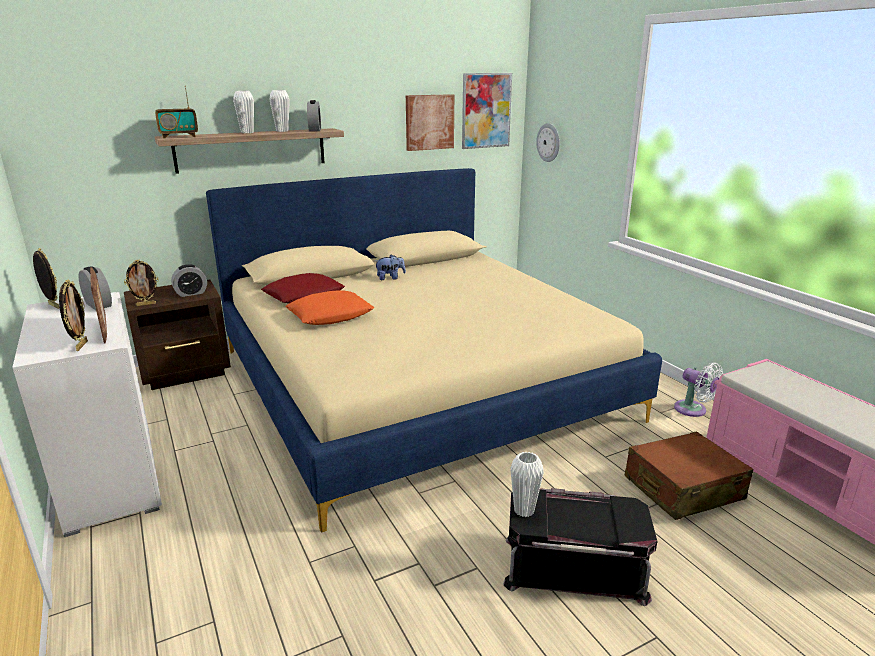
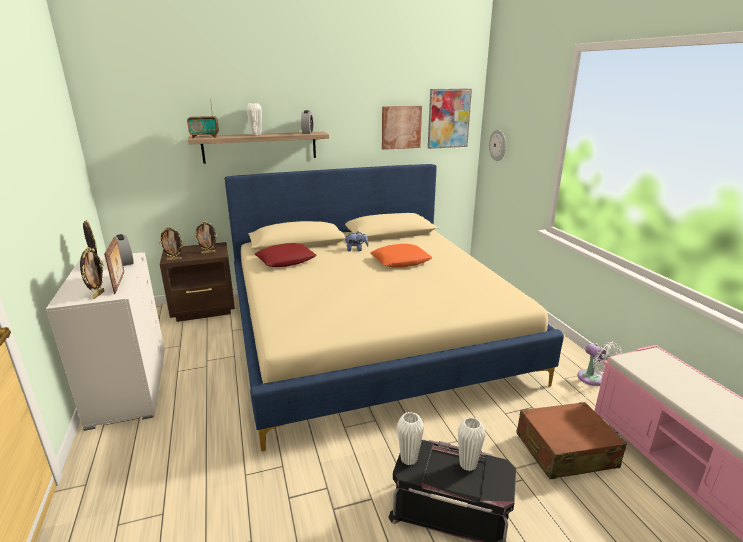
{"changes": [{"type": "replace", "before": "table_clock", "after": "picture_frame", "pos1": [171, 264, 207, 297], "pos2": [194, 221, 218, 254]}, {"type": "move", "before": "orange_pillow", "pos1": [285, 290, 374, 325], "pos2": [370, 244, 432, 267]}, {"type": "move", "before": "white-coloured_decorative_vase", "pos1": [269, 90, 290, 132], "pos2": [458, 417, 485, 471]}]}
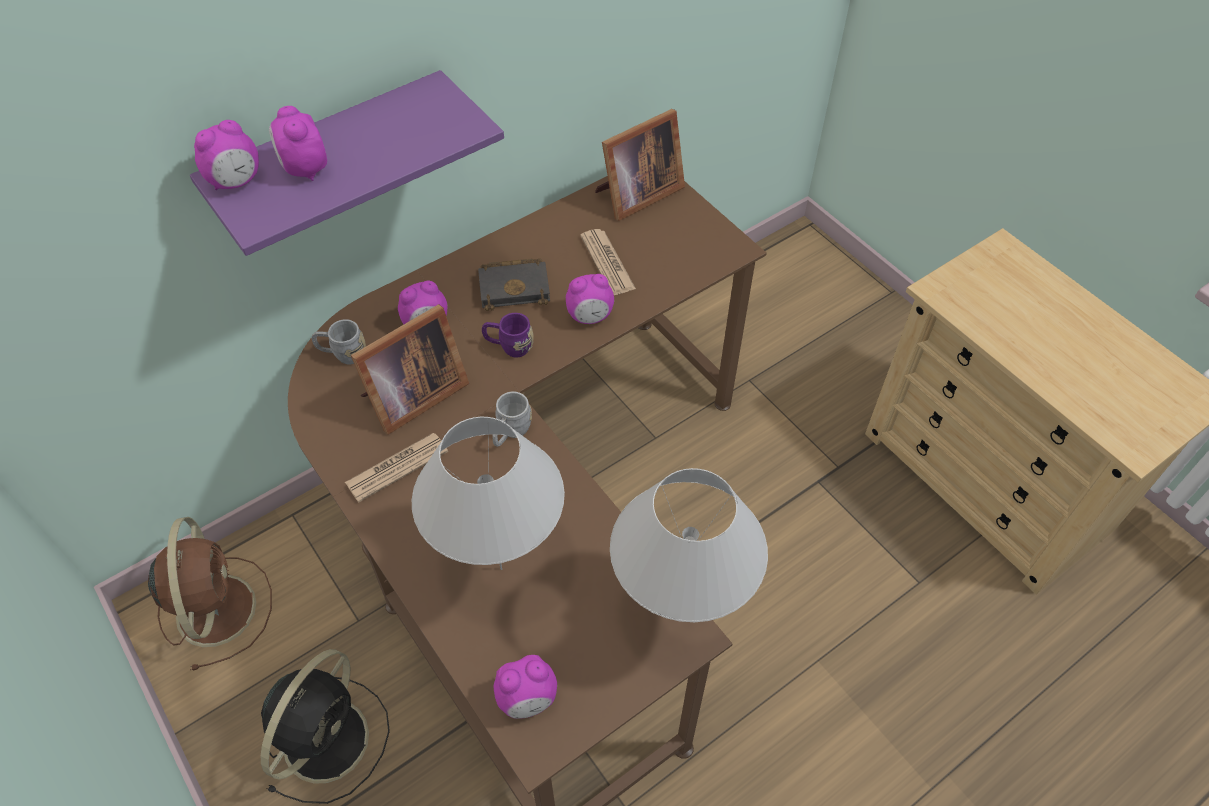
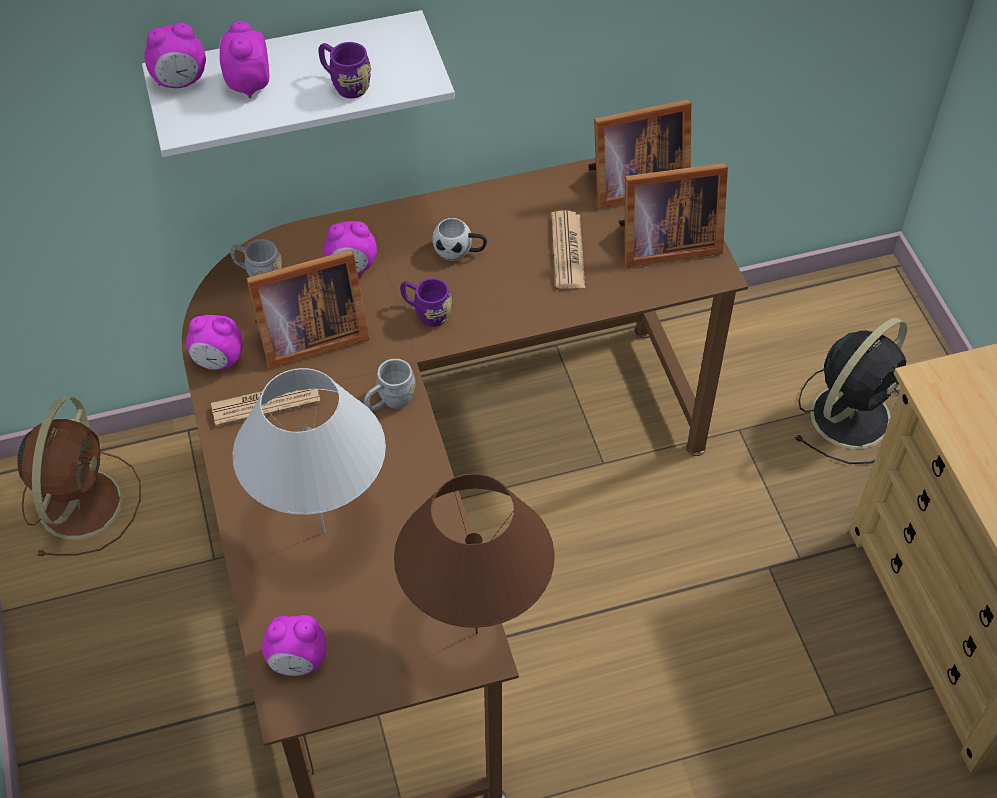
{"changes": [{"type": "recolor", "before": "purplish_shelf", "after": "white-coloured_shelf", "pos1": [190, 70, 504, 256], "pos2": [142, 10, 455, 157]}, {"type": "move", "before": "table_clock", "pos1": [566, 274, 614, 324], "pos2": [186, 315, 243, 370]}, {"type": "insert", "after": "purplish_tea_mug", "pos2": [318, 42, 371, 99]}, {"type": "recolor", "before": "white-coloured_tabletop_lamp", "after": "brownish_tabletop_lamp", "pos1": [610, 468, 768, 622], "pos2": [394, 473, 555, 634]}, {"type": "replace", "before": "black-coloured_bound_book", "after": "white-coloured_tea_mug", "pos1": [478, 258, 550, 311], "pos2": [432, 218, 487, 261]}, {"type": "insert", "after": "picture_frame", "pos2": [619, 163, 728, 267]}, {"type": "move", "before": "black-coloured_electric_fan", "pos1": [261, 649, 390, 804], "pos2": [794, 317, 907, 464]}]}
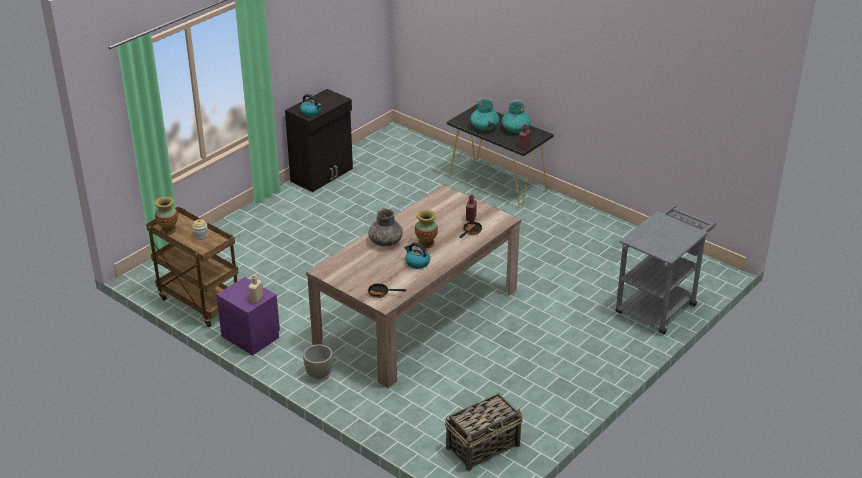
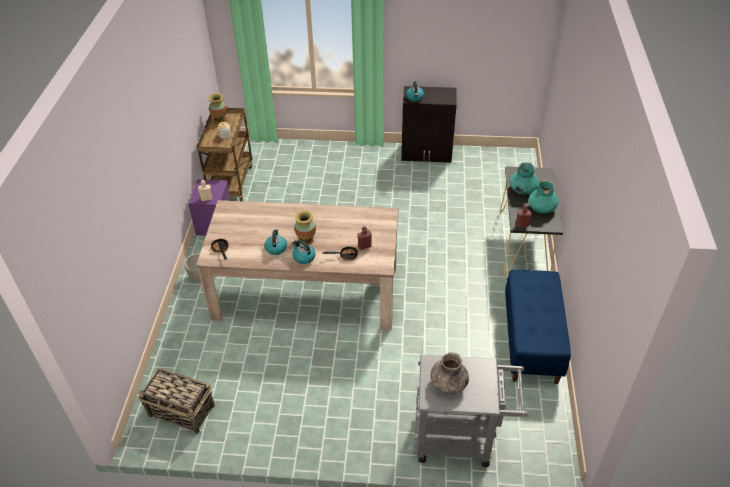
{"changes": [{"type": "insert", "after": "tea_kettle", "pos2": [292, 240, 316, 264]}, {"type": "move", "before": "gray_decorative_vase", "pos1": [368, 208, 403, 247], "pos2": [430, 352, 469, 394]}, {"type": "insert", "after": "blue_long_seat", "pos2": [505, 270, 571, 384]}]}
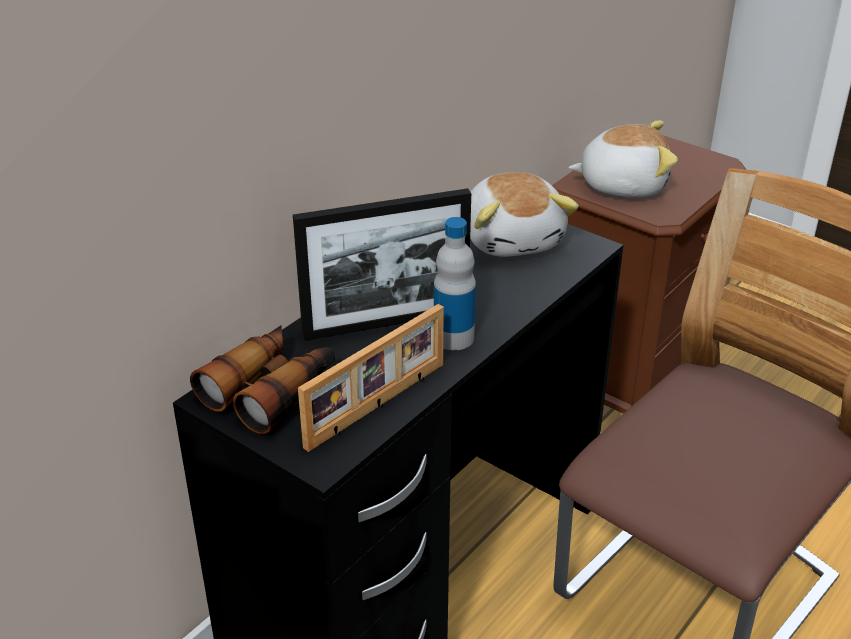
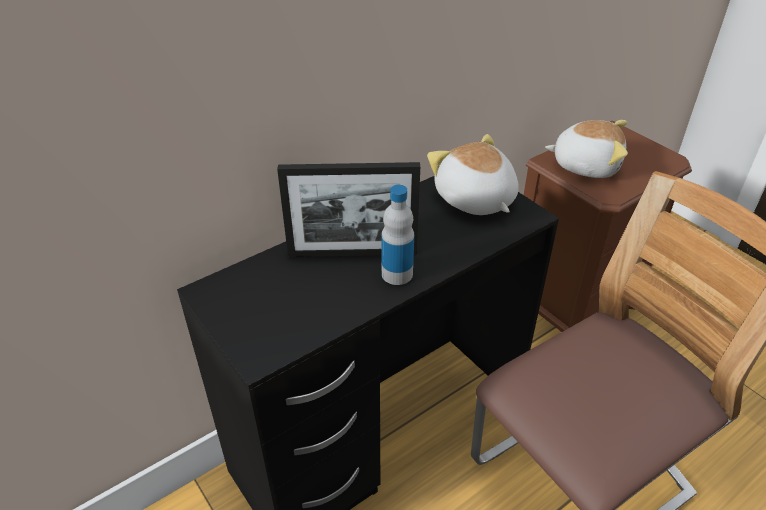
{"changes": [{"type": "rotate", "before": "soft_toy", "pos1": [470, 172, 579, 257], "pos2": [427, 134, 519, 215], "turn": 150}, {"type": "delete", "before": "pair_of_binoculars", "pos1": [190, 326, 335, 434]}, {"type": "delete", "before": "picture_frame", "pos1": [298, 304, 444, 452]}]}
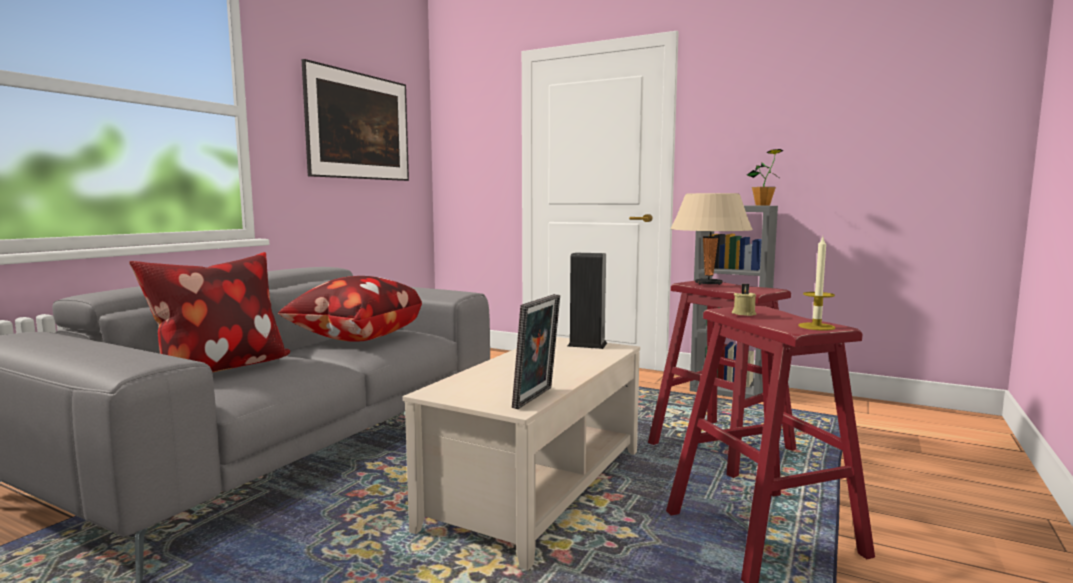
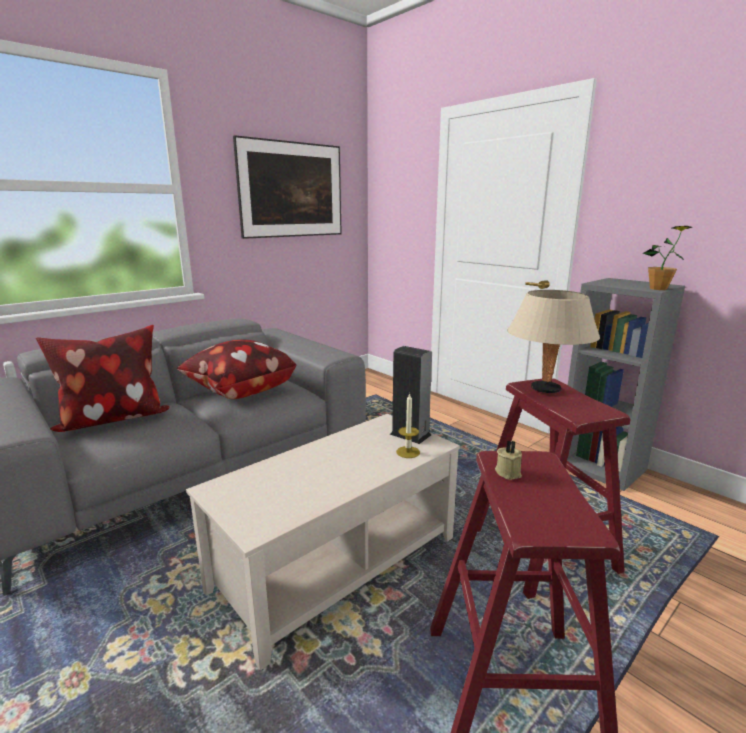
{"changes": [{"type": "move", "before": "candle", "pos1": [799, 237, 835, 330], "pos2": [396, 393, 420, 458]}, {"type": "delete", "before": "picture_frame", "pos1": [512, 294, 560, 409]}]}
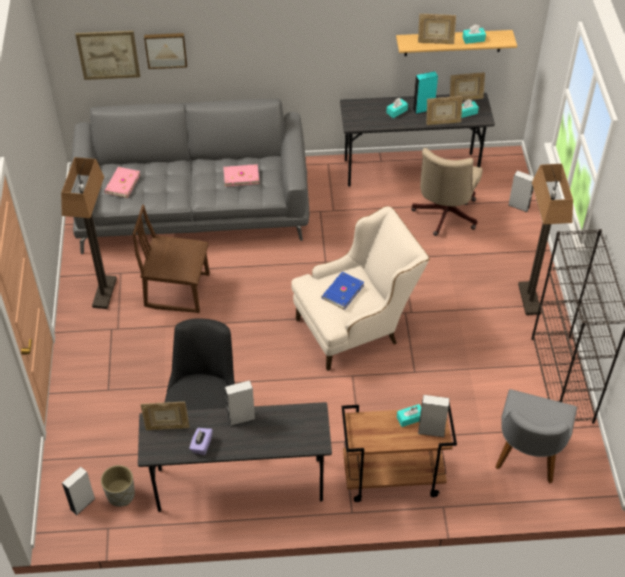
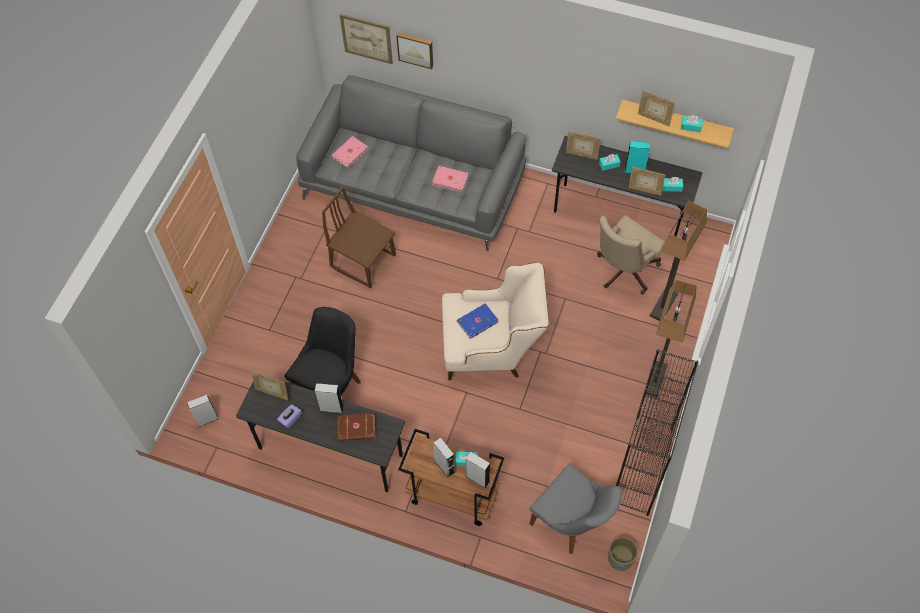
{"changes": [{"type": "insert", "after": "brownish_bound_book", "pos2": [338, 413, 375, 441]}, {"type": "move", "before": "gray_loudspeaker", "pos1": [508, 171, 534, 212], "pos2": [433, 438, 455, 478]}, {"type": "rotate", "before": "gray_plain_chair", "pos1": [495, 389, 577, 483], "pos2": [530, 463, 622, 554], "turn": -90}, {"type": "move", "before": "picture_frame", "pos1": [450, 72, 485, 101], "pos2": [566, 131, 600, 160]}, {"type": "move", "before": "gray_flower_pot", "pos1": [101, 465, 135, 507], "pos2": [608, 537, 638, 571]}, {"type": "move", "before": "standard_lamp", "pos1": [61, 157, 117, 309], "pos2": [650, 201, 707, 321]}]}
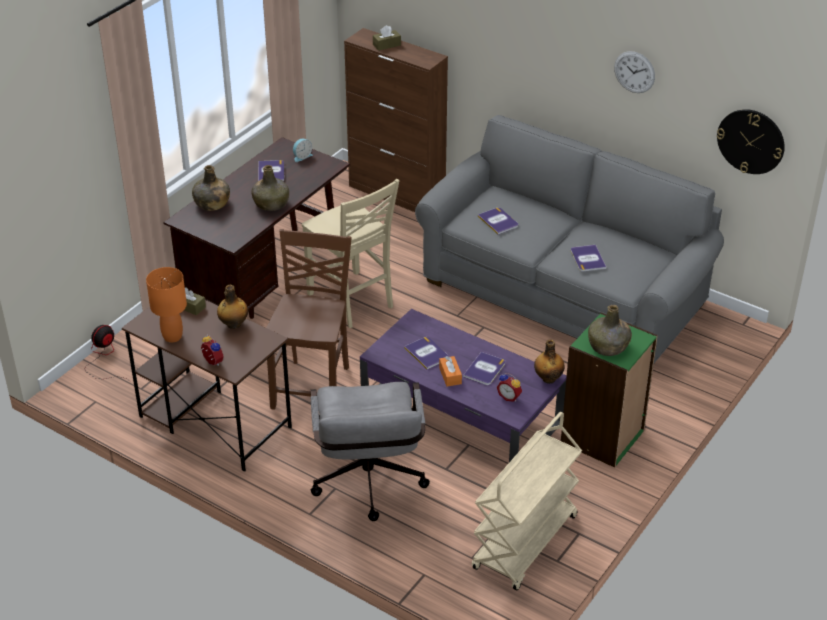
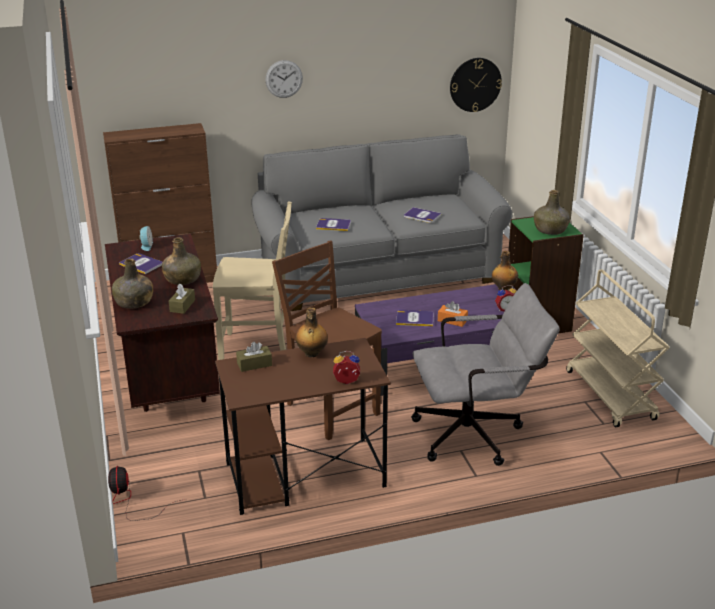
{"changes": [{"type": "move", "before": "brownish_tissue_holder", "pos1": [373, 25, 401, 51], "pos2": [169, 284, 195, 314]}, {"type": "move", "before": "wall_clock", "pos1": [614, 51, 655, 93], "pos2": [265, 60, 303, 98]}, {"type": "rotate", "before": "gray_computer_chair", "pos1": [310, 382, 430, 521], "pos2": [411, 283, 560, 466], "turn": -45}, {"type": "delete", "before": "orange_tabletop_lamp", "pos1": [146, 267, 187, 343]}, {"type": "delete", "before": "bound_book", "pos1": [463, 352, 505, 385]}]}
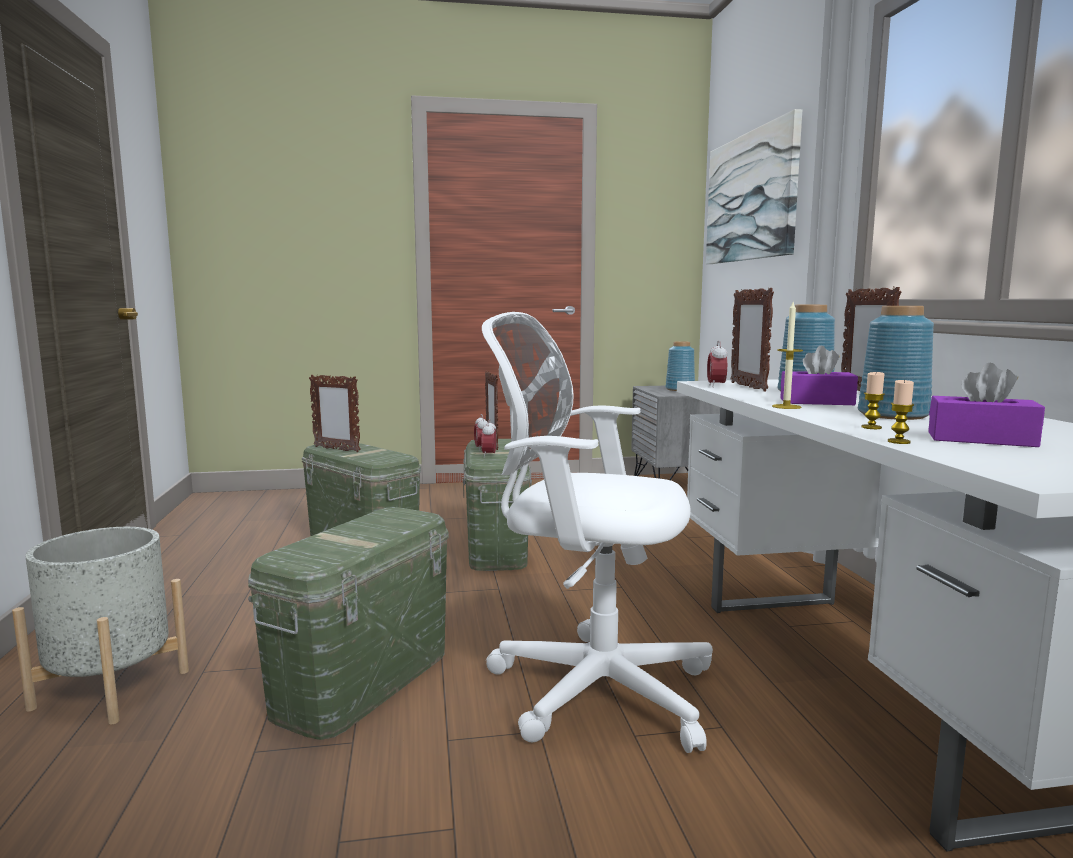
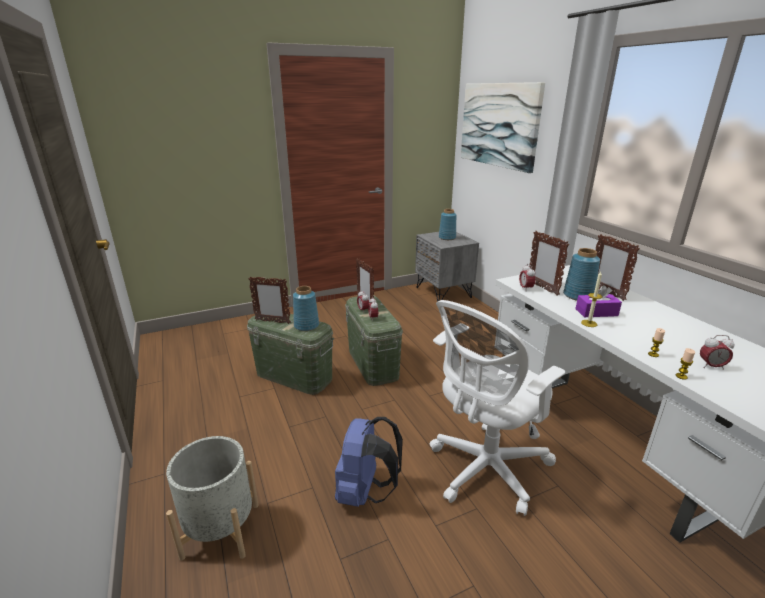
{"changes": [{"type": "move", "before": "blue_decorative_vase", "pos1": [858, 306, 934, 420], "pos2": [293, 286, 319, 331]}, {"type": "replace", "before": "green-coloured_storage_bin", "after": "blue_backpack", "pos1": [248, 507, 449, 740], "pos2": [335, 417, 403, 507]}, {"type": "rotate", "before": "white-coloured_computer_chair", "pos1": [482, 312, 713, 753], "pos2": [429, 300, 566, 516], "turn": -45}, {"type": "replace", "before": "purplish_tissue_holder", "after": "table_clock", "pos1": [928, 363, 1045, 447], "pos2": [700, 335, 734, 370]}]}
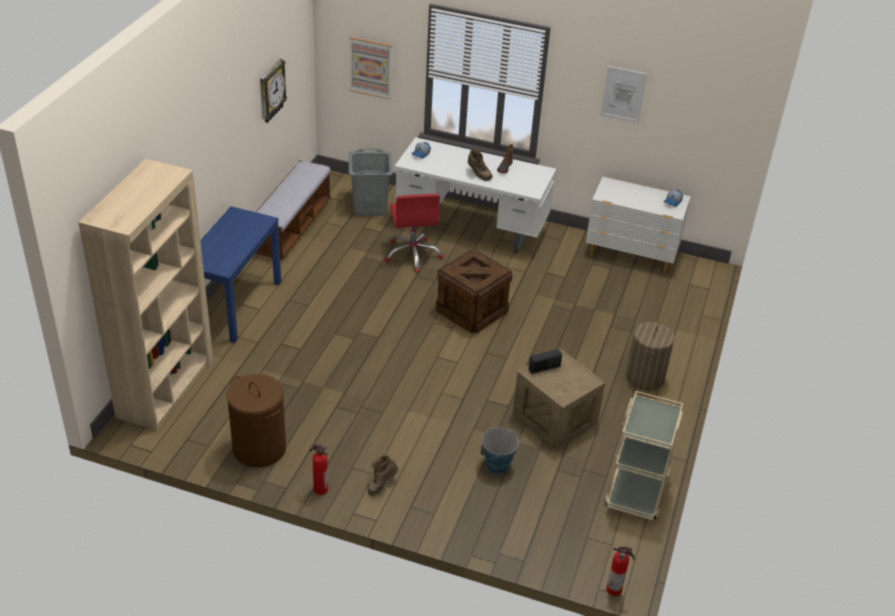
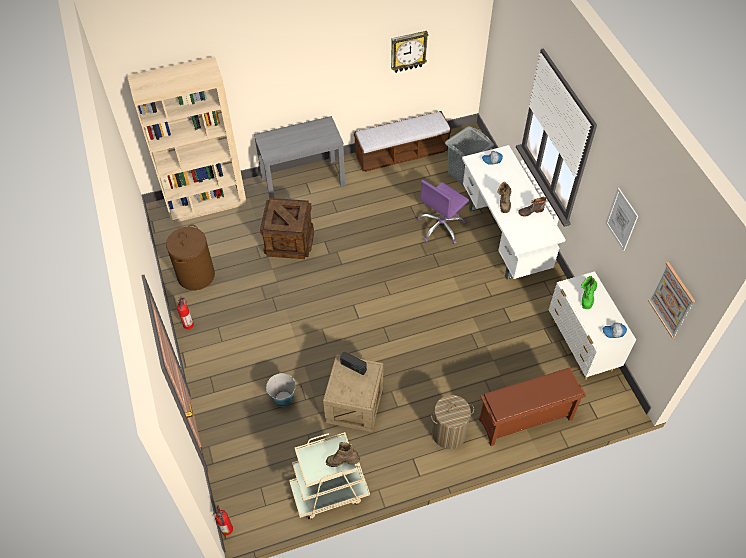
{"changes": [{"type": "recolor", "before": "blue_hall_table", "after": "gray_hall_table", "pos1": [200, 206, 281, 343], "pos2": [254, 116, 345, 200]}, {"type": "move", "before": "shipping_crate", "pos1": [436, 250, 512, 334], "pos2": [260, 198, 314, 259]}, {"type": "move", "before": "brownish_boot", "pos1": [367, 454, 398, 496], "pos2": [326, 442, 360, 467]}, {"type": "recolor", "before": "red_computer_chair", "after": "purplish_computer_chair", "pos1": [384, 194, 443, 272], "pos2": [418, 180, 469, 244]}, {"type": "insert", "after": "brownish_shoe_shelf", "pos2": [479, 368, 586, 446]}, {"type": "insert", "after": "green-coloured_boot", "pos2": [581, 276, 597, 309]}, {"type": "move", "before": "picture", "pos1": [349, 36, 392, 100], "pos2": [648, 262, 695, 339]}]}
